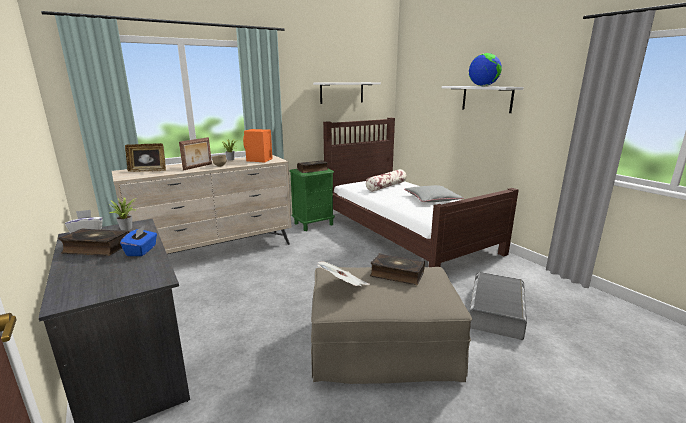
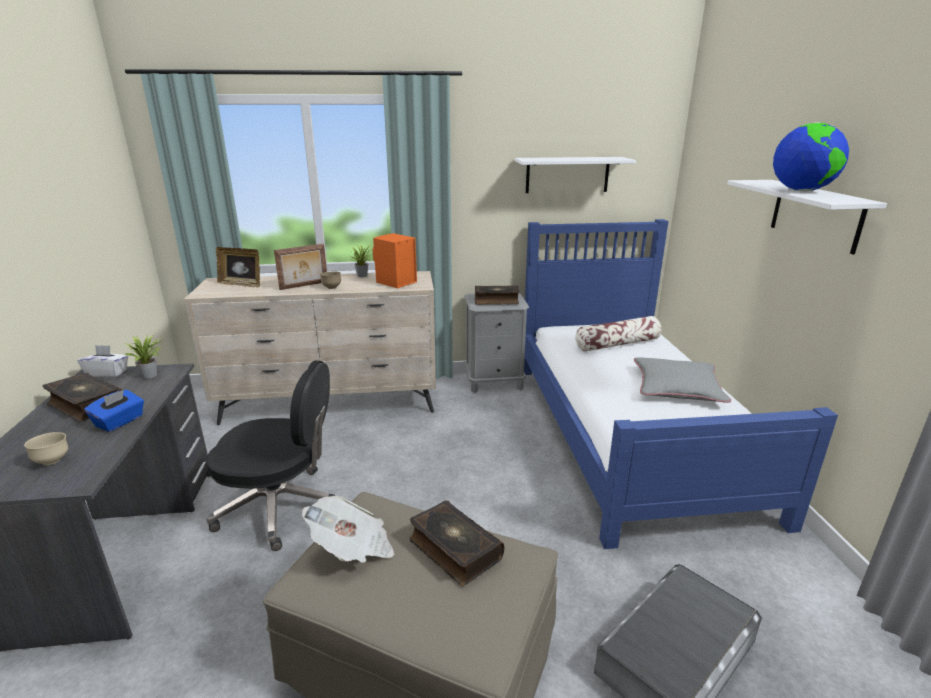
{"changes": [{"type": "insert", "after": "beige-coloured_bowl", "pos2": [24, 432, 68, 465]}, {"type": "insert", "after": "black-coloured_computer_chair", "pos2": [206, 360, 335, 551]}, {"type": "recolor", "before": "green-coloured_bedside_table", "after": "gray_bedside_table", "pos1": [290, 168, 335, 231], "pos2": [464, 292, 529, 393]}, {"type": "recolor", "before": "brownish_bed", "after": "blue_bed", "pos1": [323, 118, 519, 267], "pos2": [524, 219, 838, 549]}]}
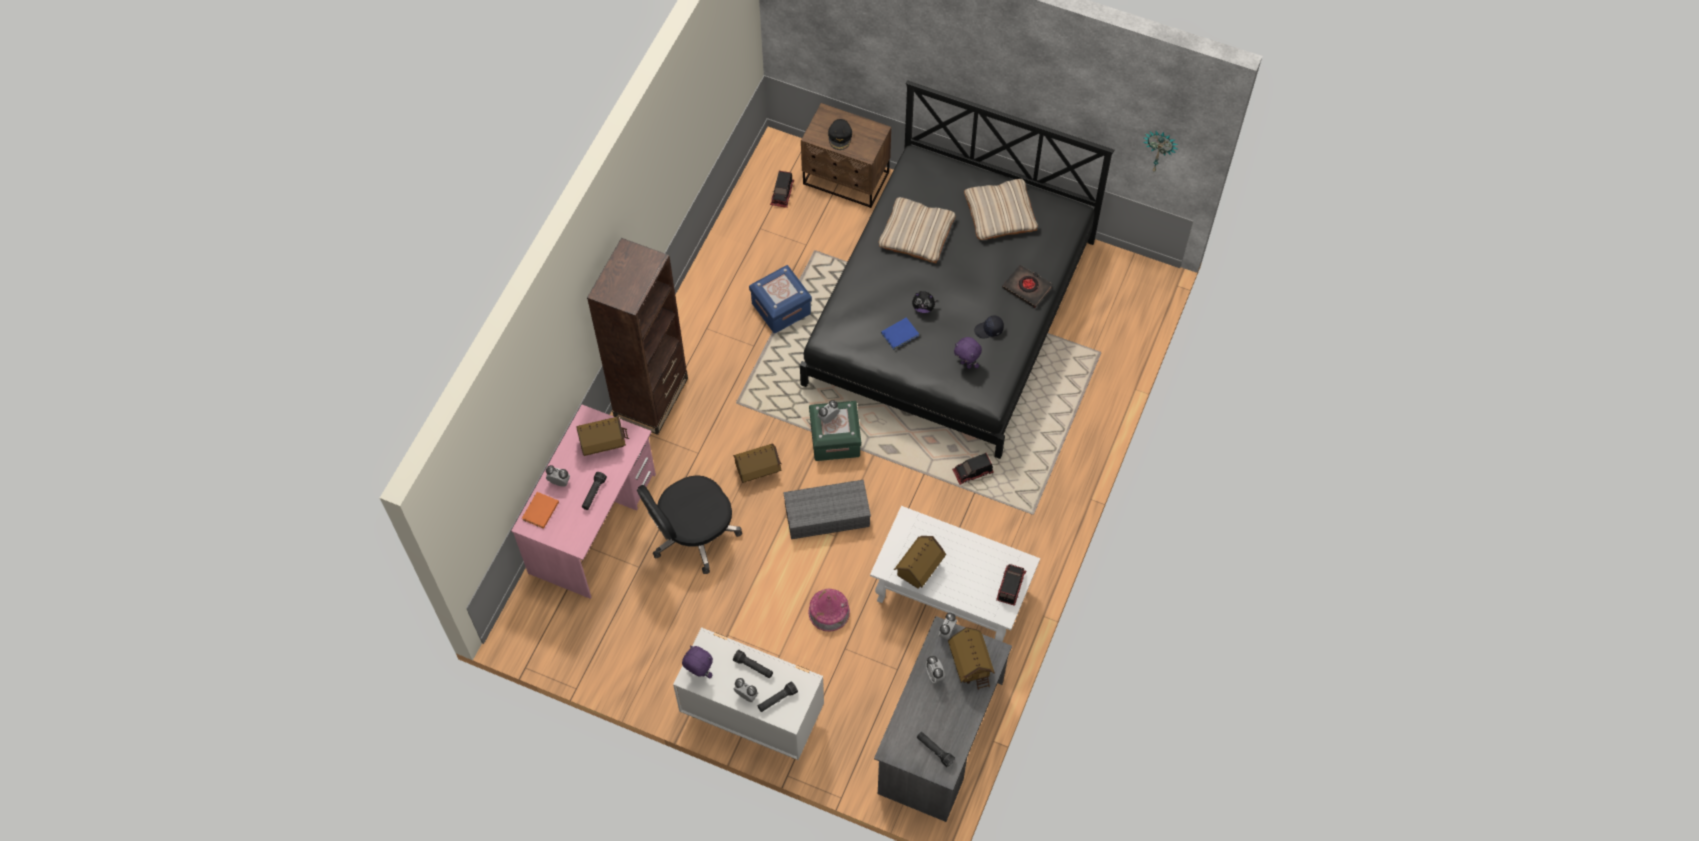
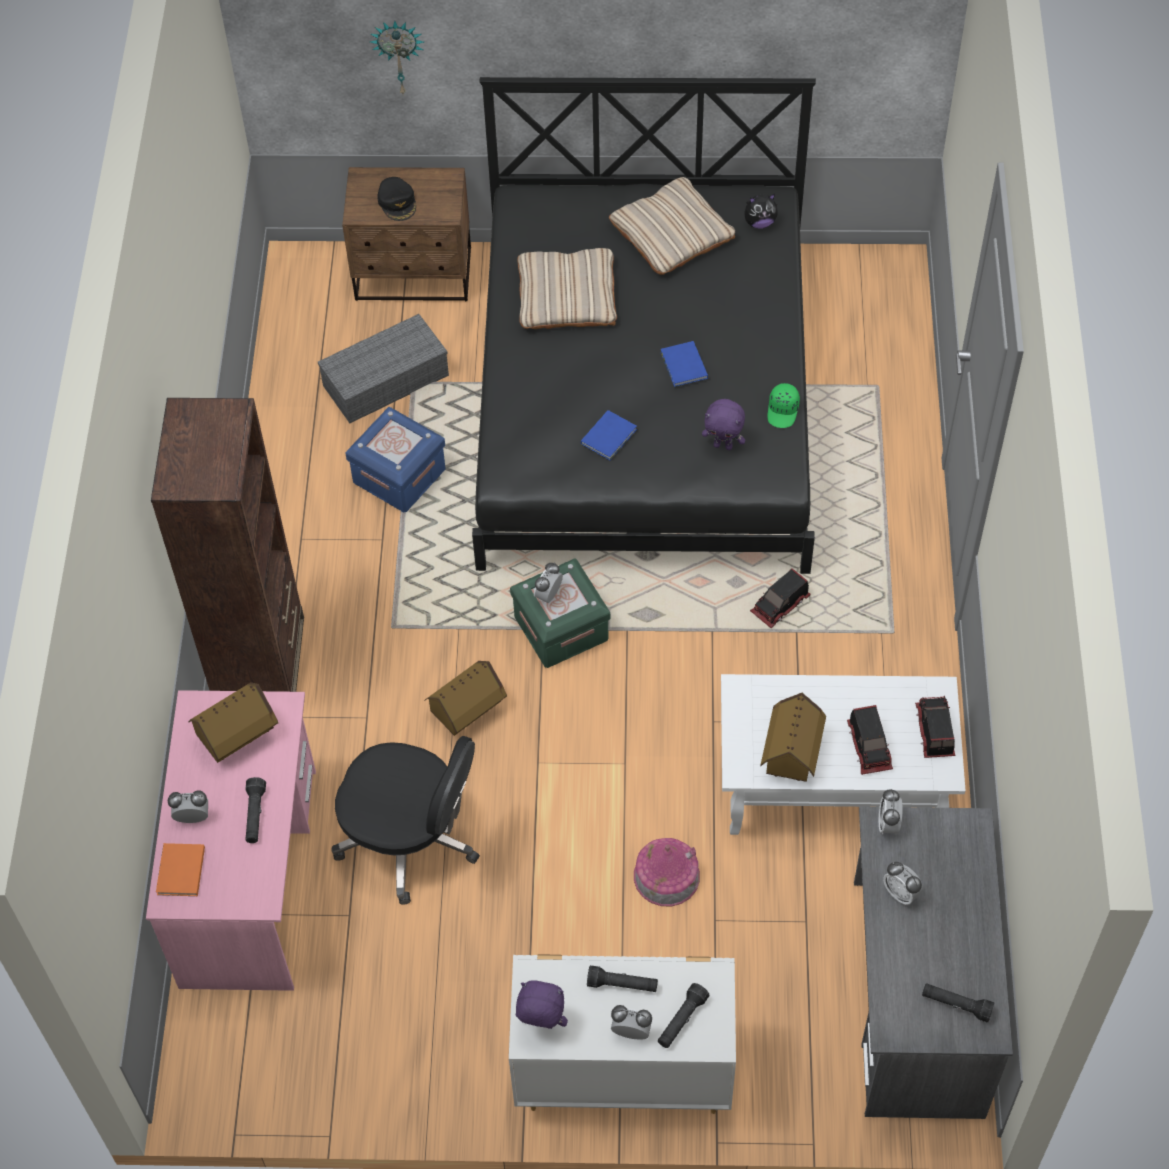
{"changes": [{"type": "move", "before": "gray_storage_bin", "pos1": [783, 479, 871, 539], "pos2": [318, 314, 449, 423]}, {"type": "rotate", "before": "black-coloured_computer_chair", "pos1": [637, 475, 742, 574], "pos2": [331, 736, 480, 905], "turn": -105}, {"type": "move", "before": "wall_clock", "pos1": [1143, 131, 1178, 172], "pos2": [370, 21, 424, 94]}, {"type": "insert", "after": "blue_bound_book", "pos2": [660, 341, 708, 387]}, {"type": "move", "before": "soft_toy", "pos1": [912, 291, 938, 313], "pos2": [745, 194, 778, 229]}, {"type": "insert", "after": "green-coloured_peaked_cap", "pos2": [767, 383, 800, 428]}, {"type": "move", "before": "model_truck", "pos1": [770, 171, 794, 208], "pos2": [847, 705, 893, 775]}, {"type": "delete", "before": "model_house", "pos1": [948, 627, 995, 690]}, {"type": "delete", "before": "black-coloured_peaked_cap", "pos1": [974, 316, 1004, 338]}, {"type": "delete", "before": "black-coloured_bound_book", "pos1": [1002, 265, 1052, 308]}]}
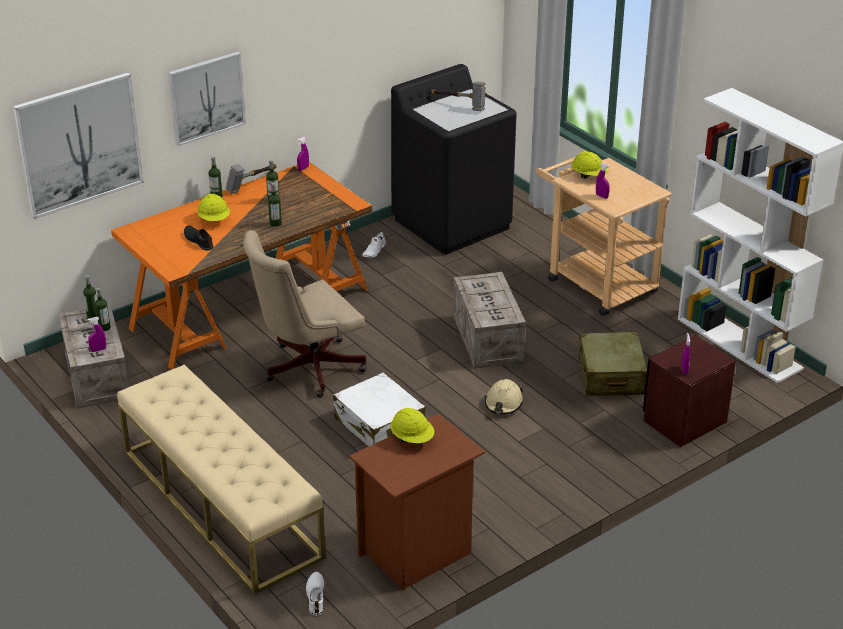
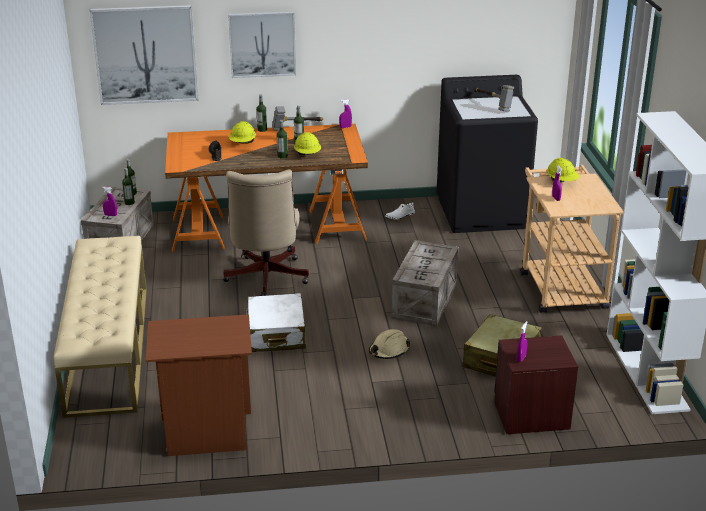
{"changes": [{"type": "rotate", "before": "beige-coloured_computer_chair", "pos1": [243, 230, 366, 397], "pos2": [223, 170, 309, 296], "turn": -90}, {"type": "move", "before": "yellow_hard_hat", "pos1": [390, 408, 434, 443], "pos2": [294, 132, 321, 155]}, {"type": "delete", "before": "white-coloured_shoe", "pos1": [306, 572, 324, 615]}]}
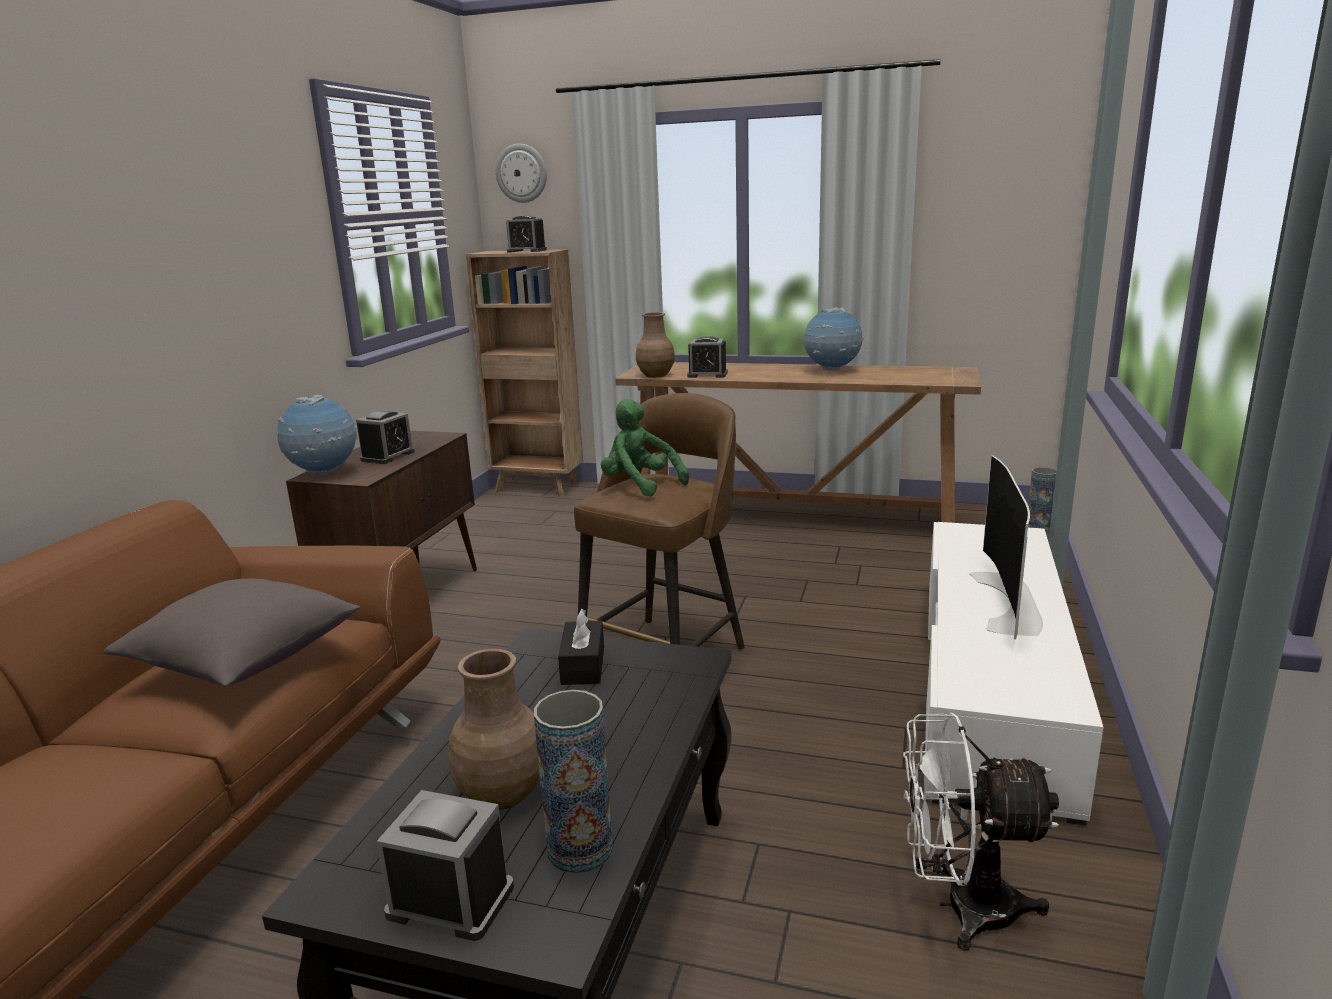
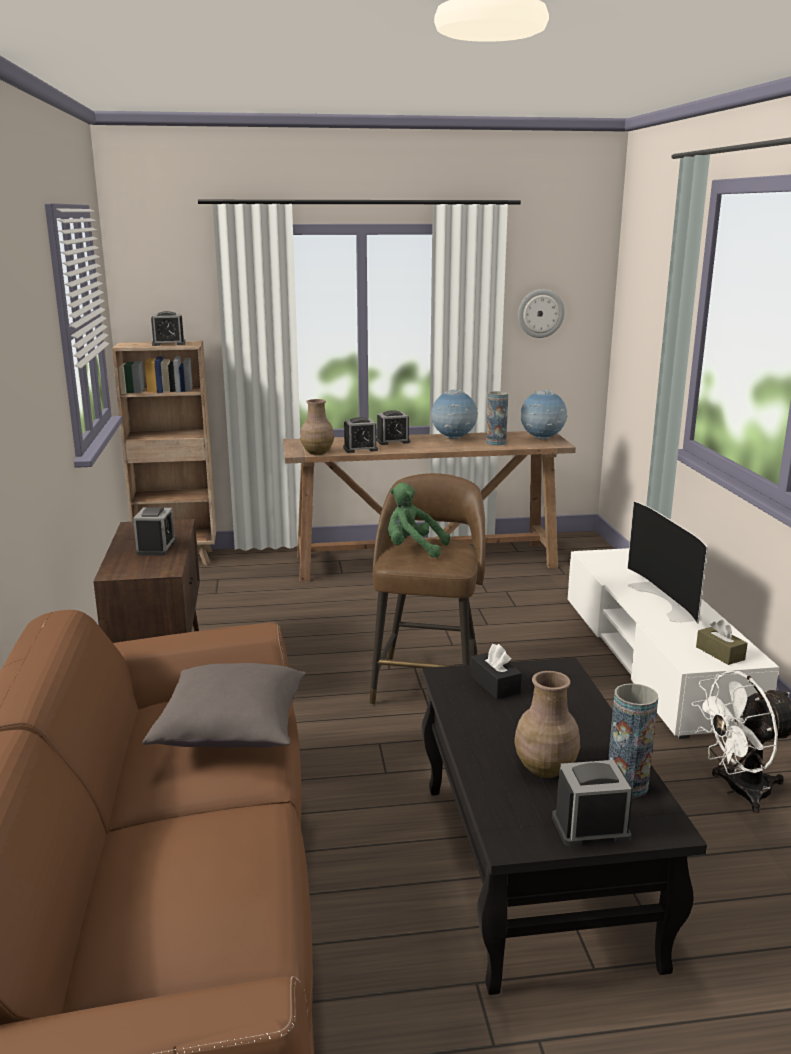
{"changes": [{"type": "insert", "after": "table_clock", "pos2": [376, 410, 410, 445]}, {"type": "move", "before": "decorative_vase", "pos1": [1028, 467, 1057, 534], "pos2": [486, 391, 508, 445]}, {"type": "move", "before": "wall_clock", "pos1": [496, 143, 547, 203], "pos2": [518, 289, 565, 338]}, {"type": "move", "before": "world_globe", "pos1": [276, 395, 357, 475], "pos2": [520, 390, 568, 440]}, {"type": "insert", "after": "brownish_tissue_holder", "pos2": [696, 620, 748, 665]}]}
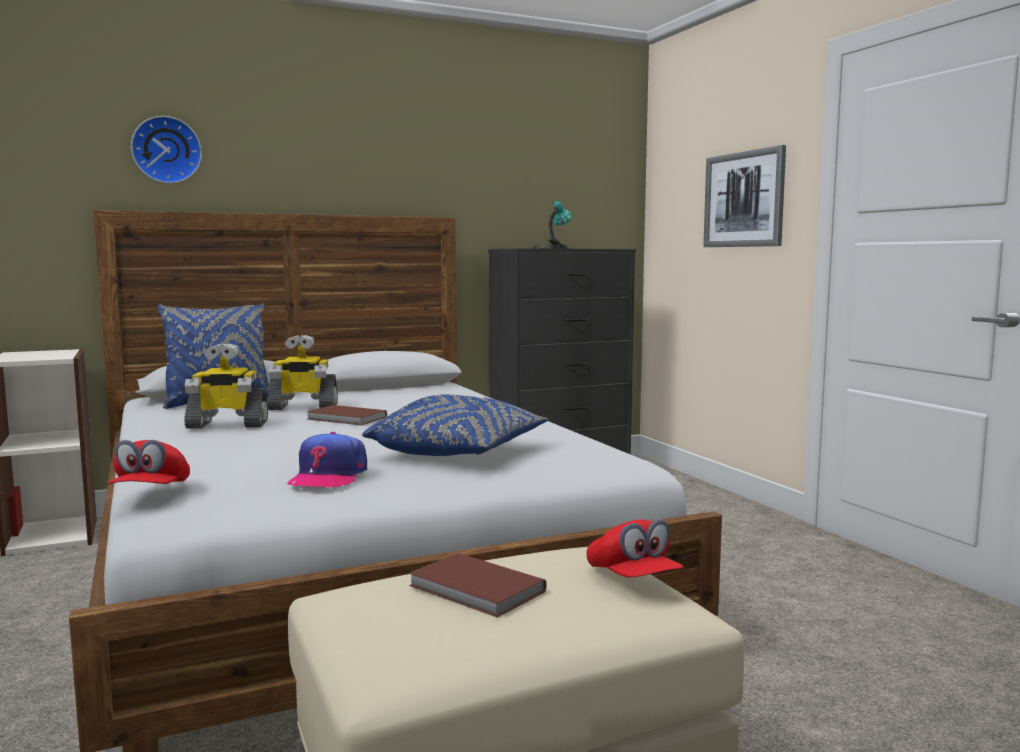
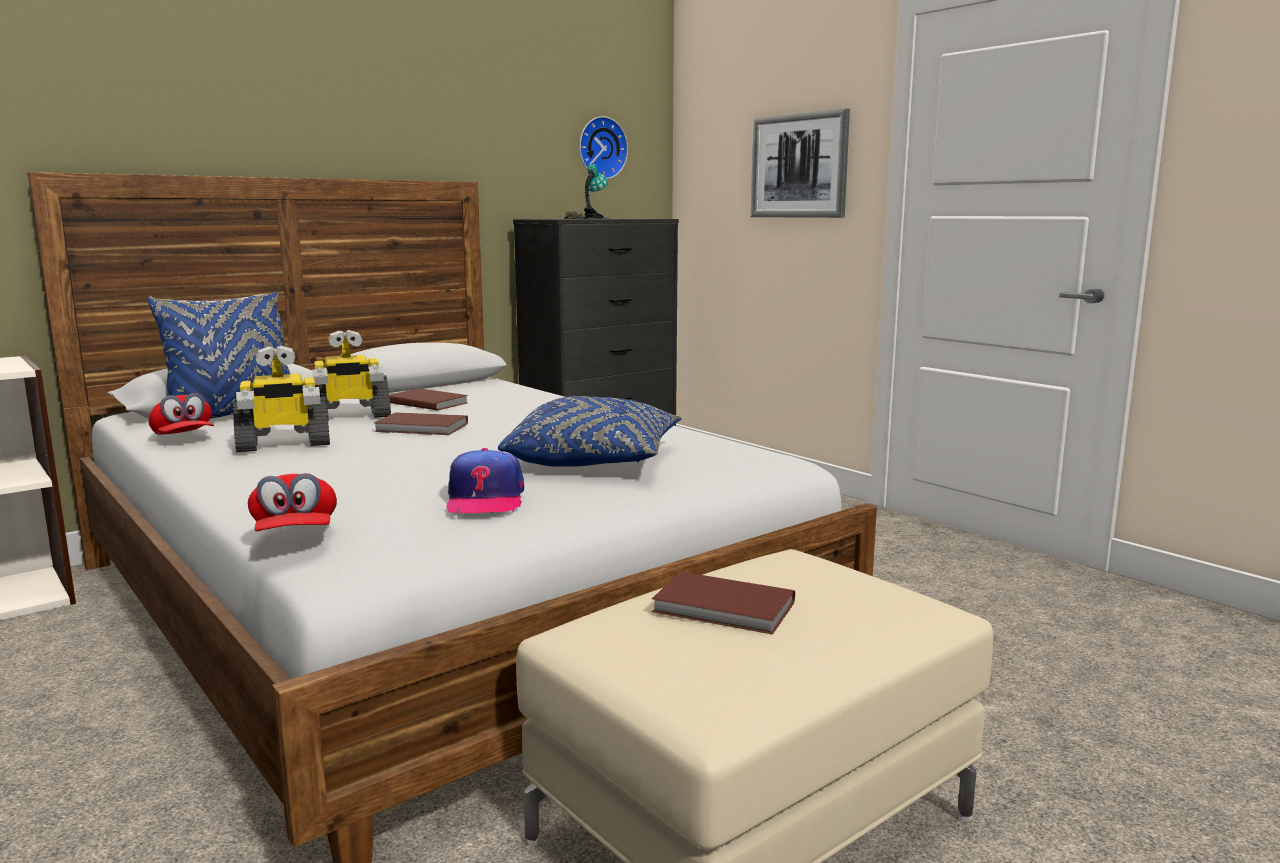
{"changes": [{"type": "move", "before": "red_peaked_cap", "pos1": [587, 519, 684, 578], "pos2": [149, 393, 214, 435]}, {"type": "insert", "after": "brownish_bound_book", "pos2": [389, 388, 468, 411]}, {"type": "move", "before": "wall_clock", "pos1": [131, 116, 202, 183], "pos2": [579, 116, 628, 179]}]}
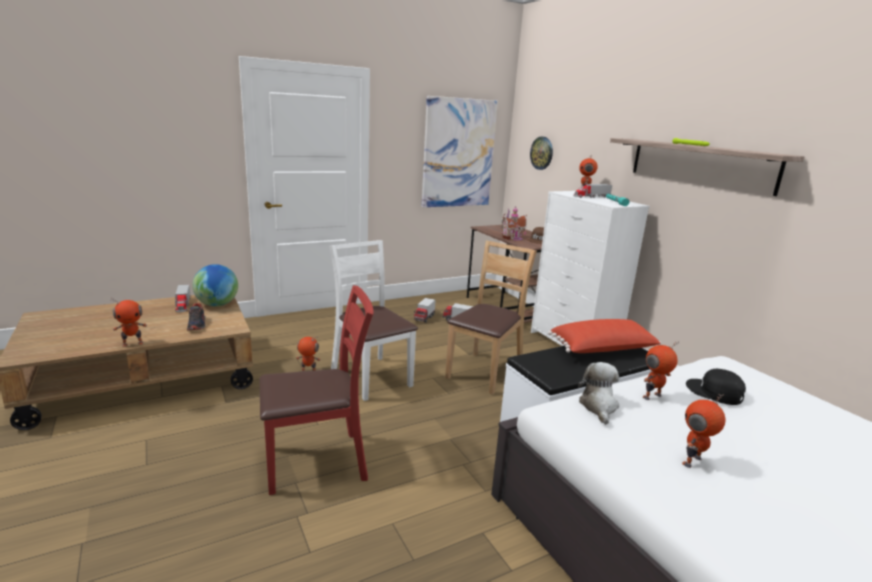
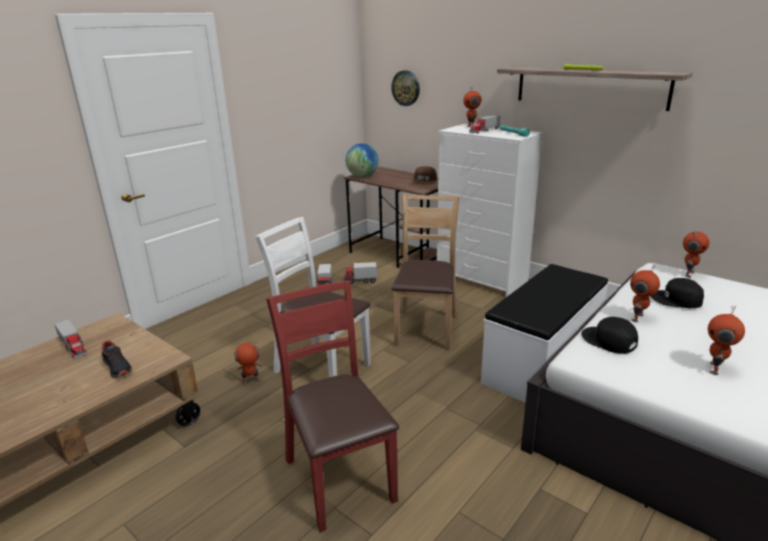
{"changes": [{"type": "rotate", "before": "red_plain_chair", "pos1": [260, 285, 374, 495], "pos2": [266, 281, 399, 532], "turn": -75}, {"type": "move", "before": "world_globe", "pos1": [192, 264, 238, 306], "pos2": [346, 143, 379, 177]}, {"type": "replace", "before": "soft_toy", "after": "black-coloured_peaked_cap", "pos1": [578, 362, 619, 425], "pos2": [581, 317, 638, 354]}, {"type": "move", "before": "robot_figure", "pos1": [112, 298, 147, 347], "pos2": [683, 232, 709, 278]}, {"type": "delete", "before": "picture", "pos1": [422, 96, 498, 207]}, {"type": "delete", "before": "model_house", "pos1": [501, 206, 527, 241]}, {"type": "delete", "before": "red_pillow", "pos1": [548, 319, 661, 353]}]}
